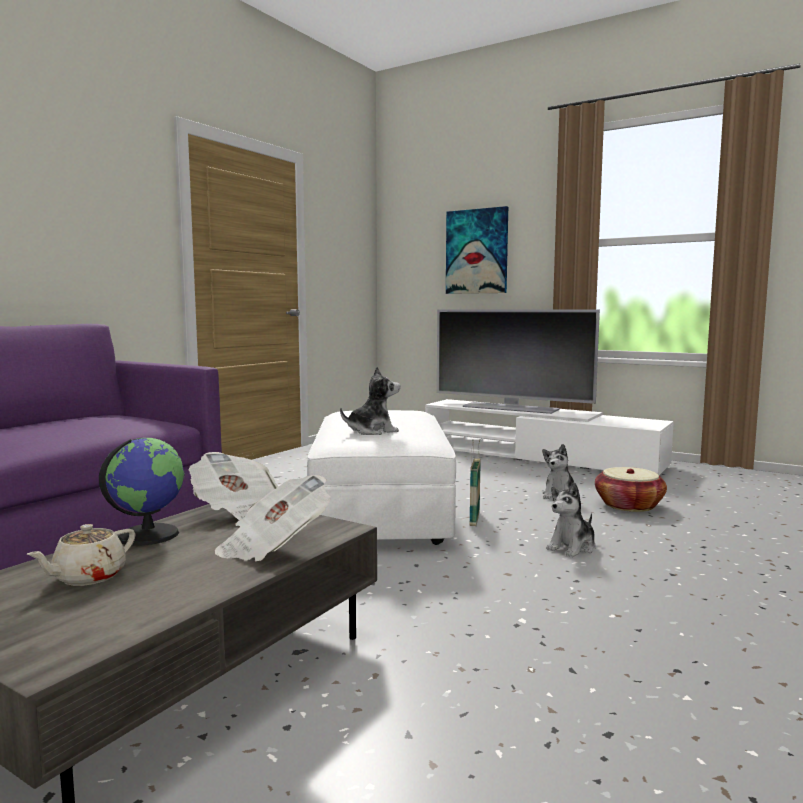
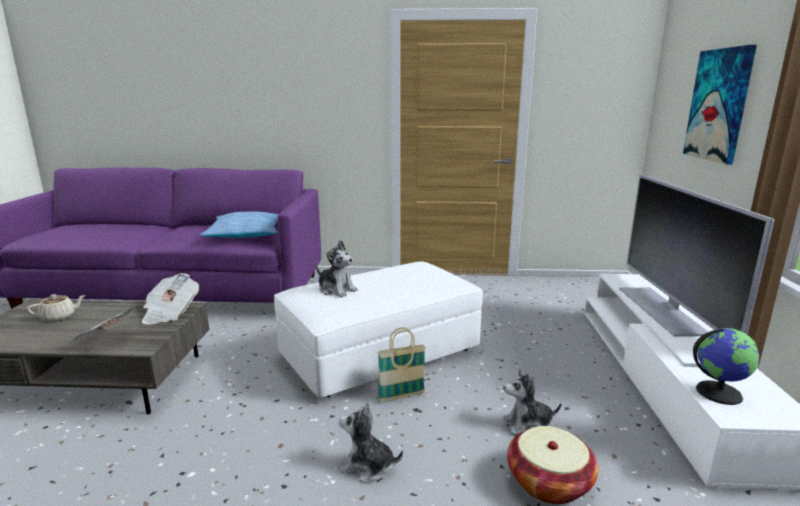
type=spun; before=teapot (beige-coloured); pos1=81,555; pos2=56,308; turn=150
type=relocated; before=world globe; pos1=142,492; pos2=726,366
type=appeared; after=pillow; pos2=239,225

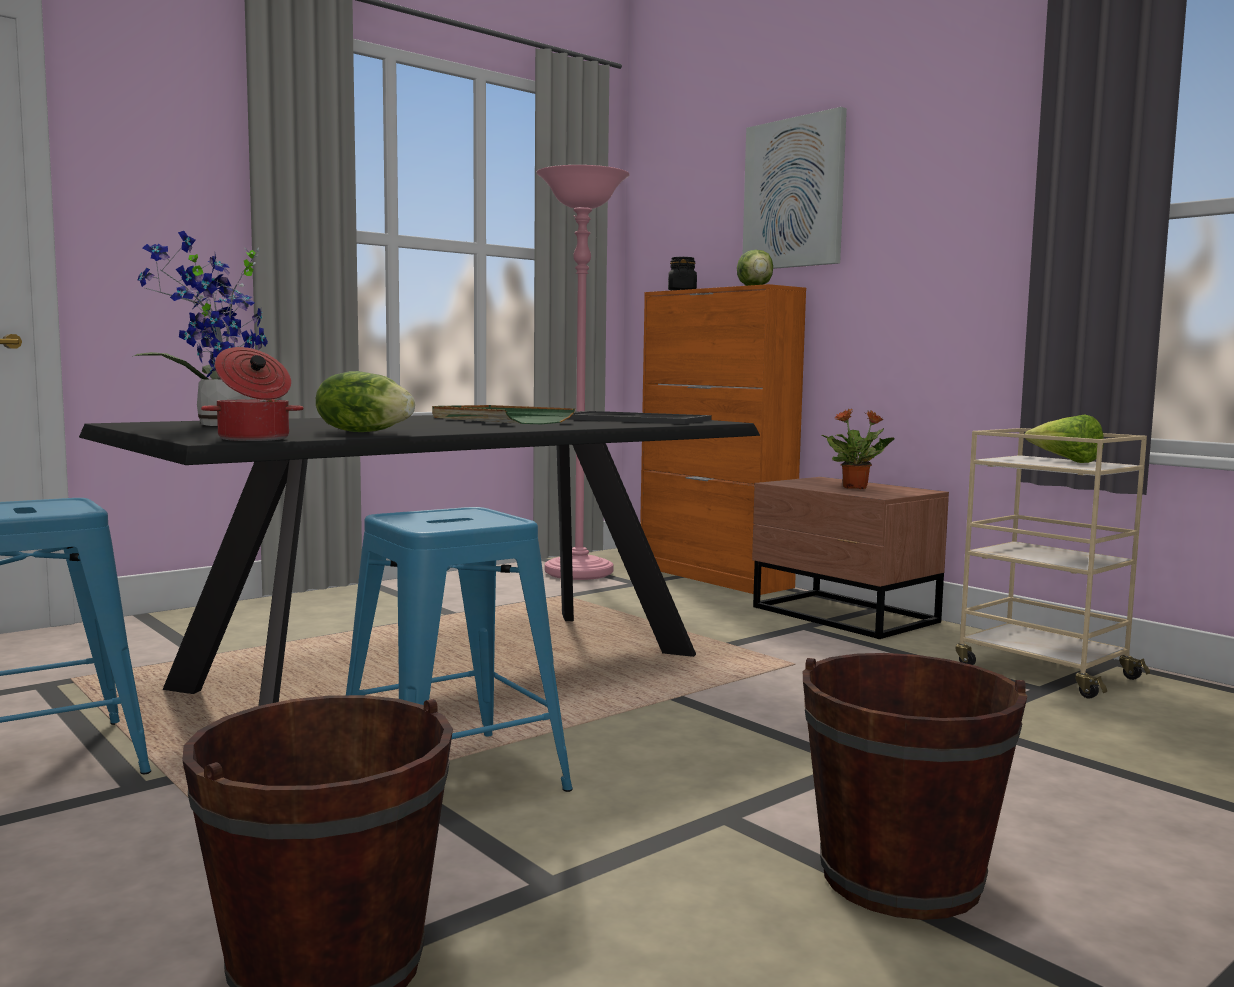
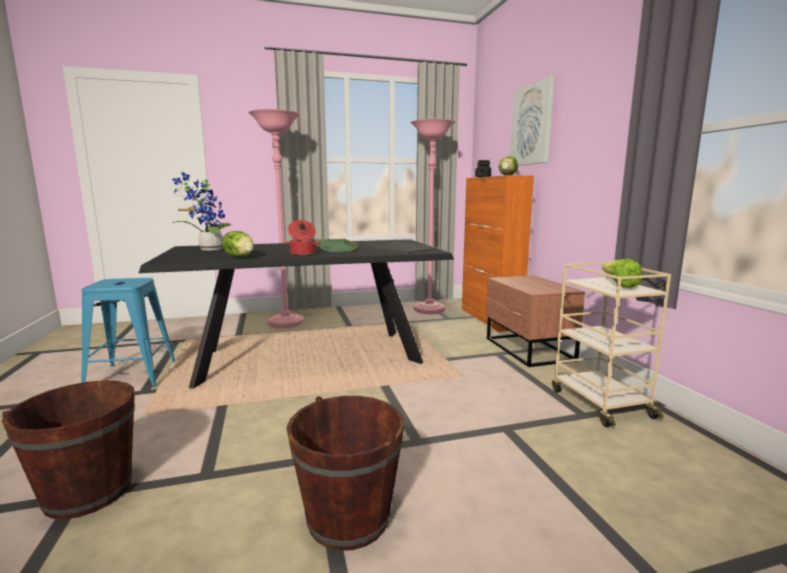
type=relocated; before=cooking pot; pos1=252,394; pos2=302,238
type=missing; before=sitting stool (blue-coloured); pos1=459,649
type=missing; before=houseplant; pos1=858,449
type=appeared; after=standard lamp (pink-coloured); pos2=276,218

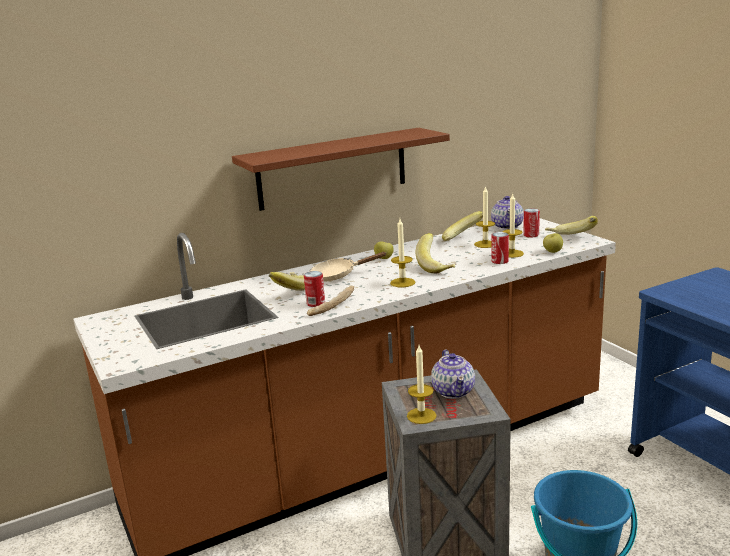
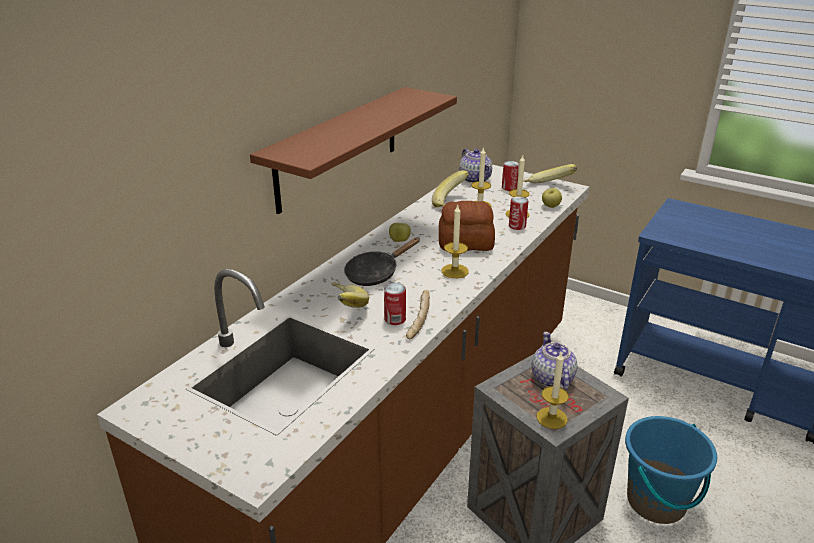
type=colour; before=pan (beige-coloured); after=pan (black); pos1=348,267; pos2=382,262
type=exchanged; before=whole banana; after=baked bread; pos1=435,253; pos2=466,226
type=spun; before=teapot; pos1=453,374; pos2=555,361; turn=-150

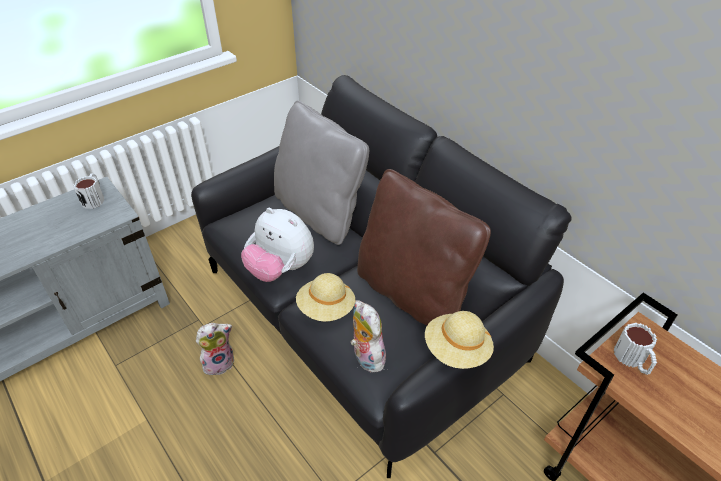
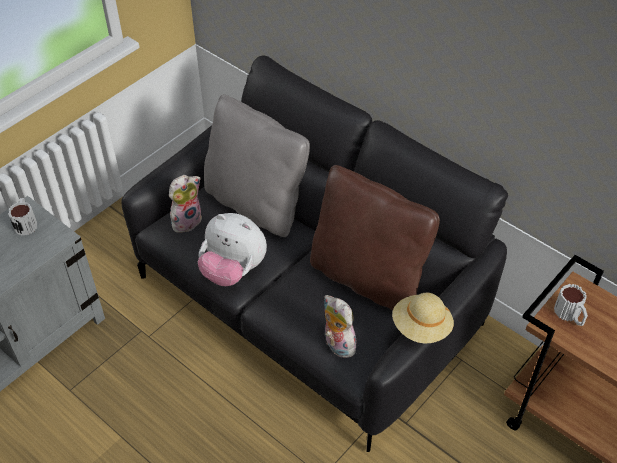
type=relocated; before=soft toy; pos1=215,350; pos2=185,204
type=missing; before=wearable hat (beige-coloured); pos1=326,297

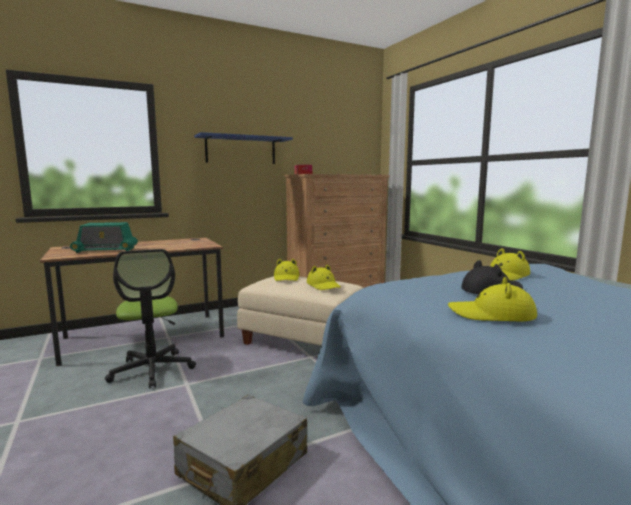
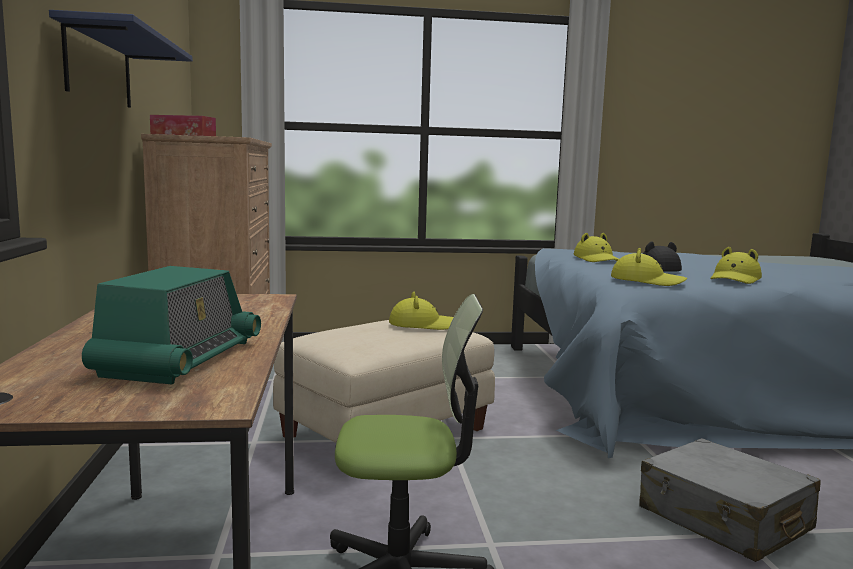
type=relocated; before=wearable hat (yellow); pos1=287,270; pos2=649,267

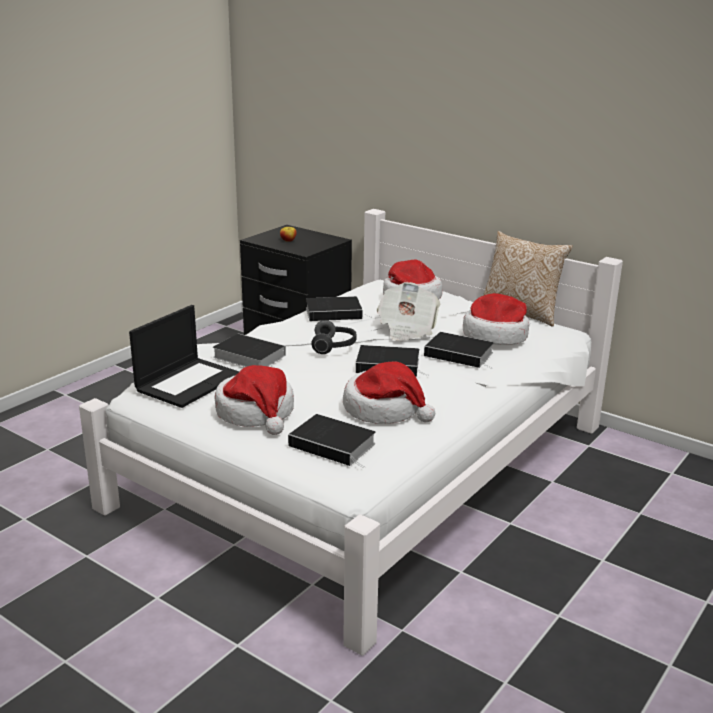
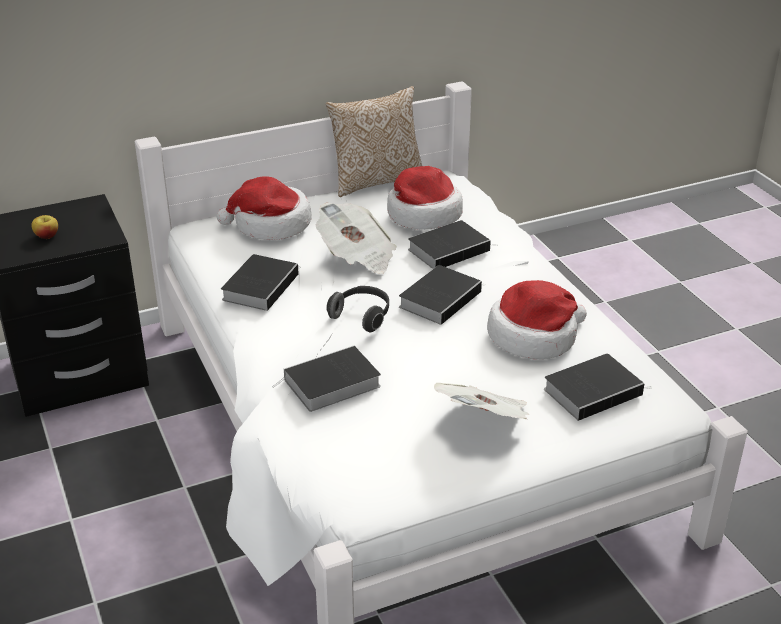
type=missing; before=notebook computer; pos1=184,356
type=exchanged; before=wearable hat; after=daily paper; pos1=254,400; pos2=481,401

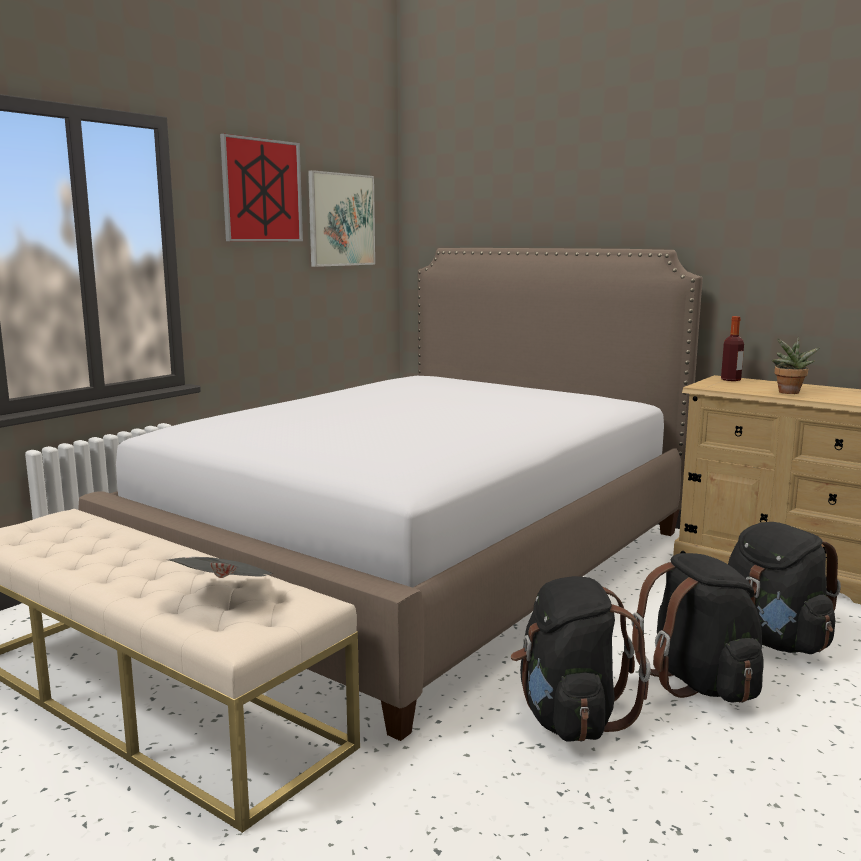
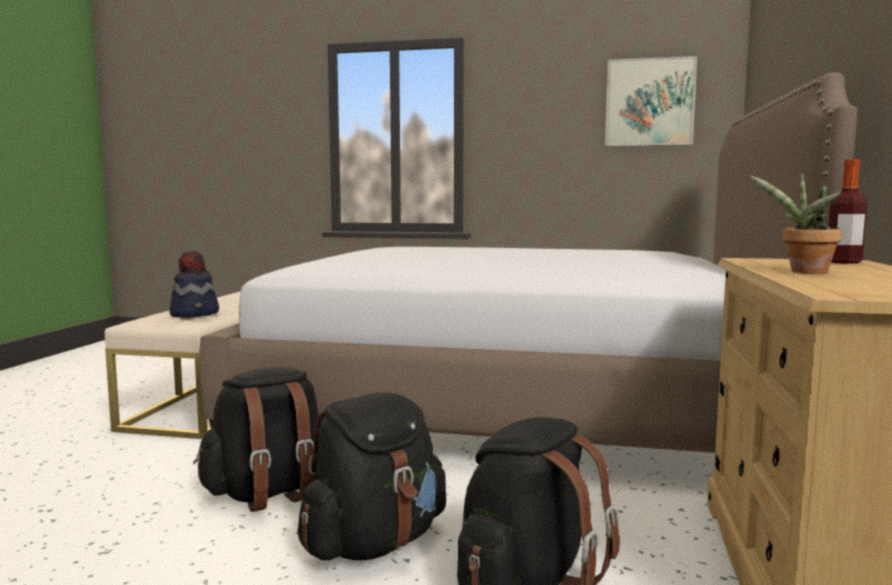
type=exchanged; before=daily paper; after=wearable hat; pos1=220,567; pos2=194,284
type=missing; before=wall art; pos1=261,187

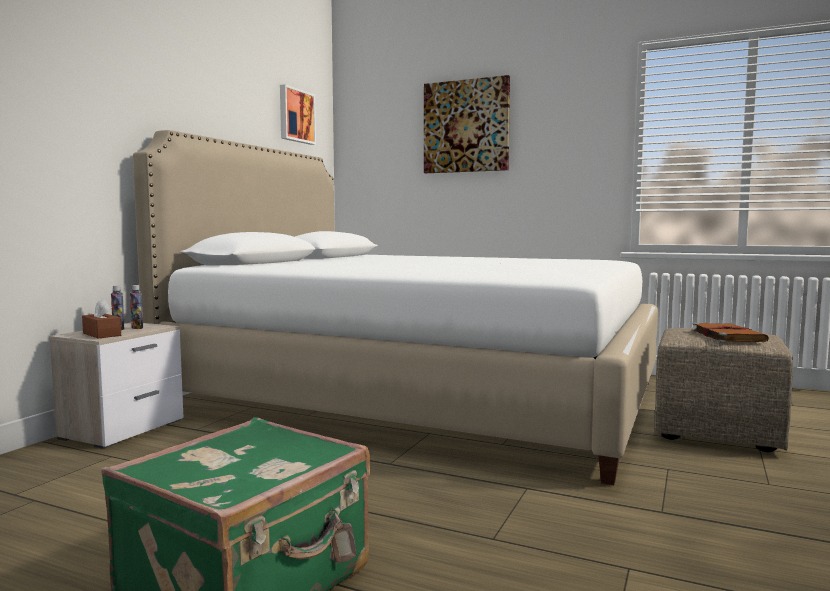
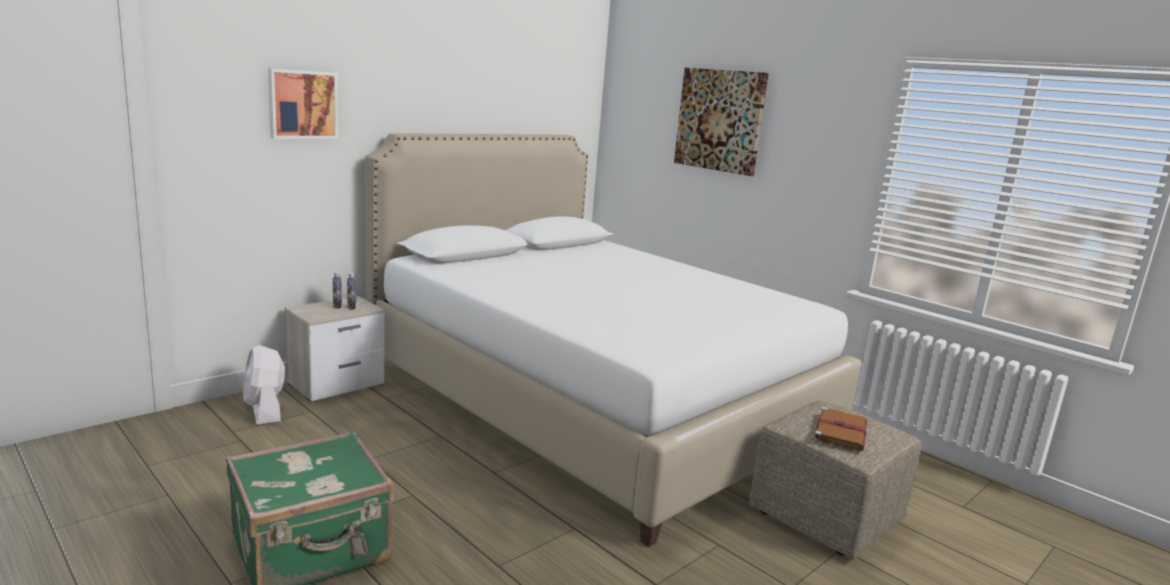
type=missing; before=box of tissues (brown); pos1=101,319
type=relocated; before=wall art; pos1=298,114; pos2=303,103
type=appeared; after=electric fan (whitish); pos2=264,385

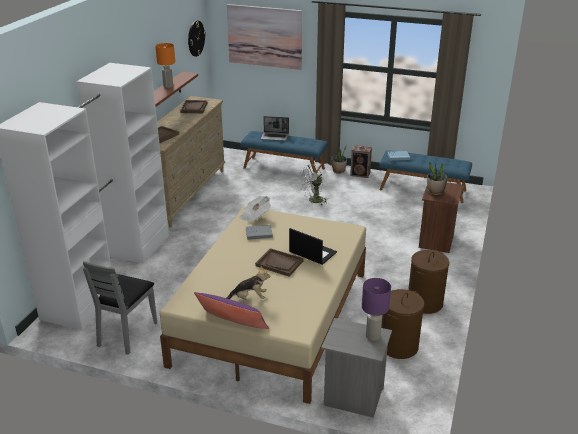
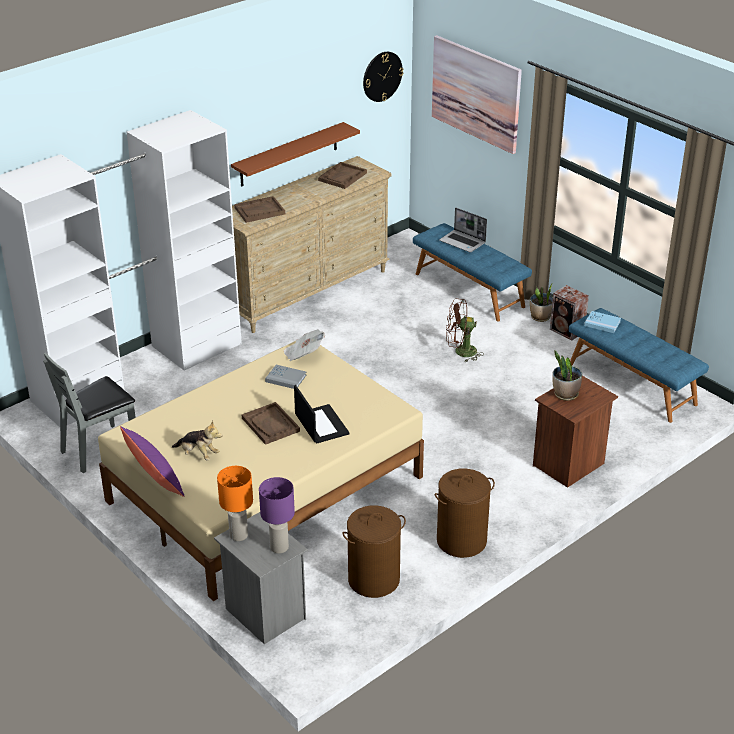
type=relocated; before=table lamp (orange); pos1=165,65; pos2=235,503
type=colour; before=electric fan (whitish); after=electric fan (brown); pos1=313,184; pos2=464,330

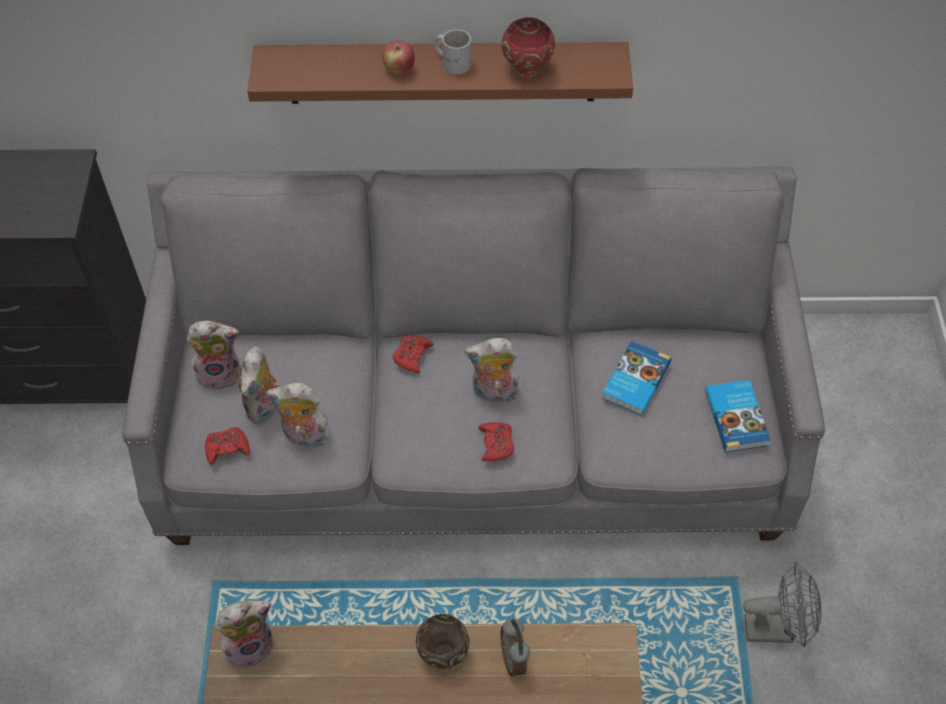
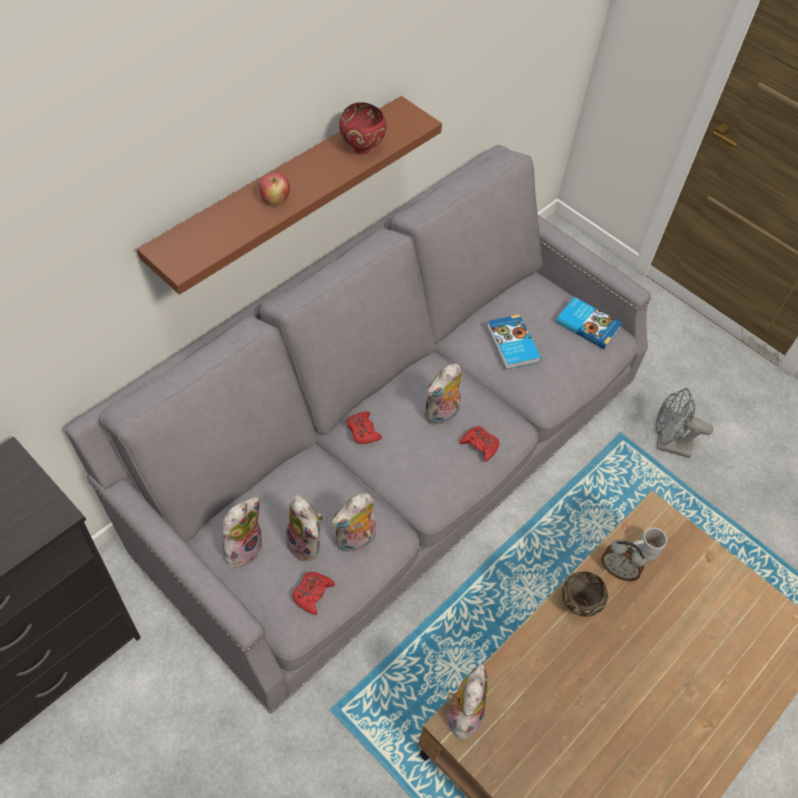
type=relocated; before=mug (whitish); pos1=453,51; pos2=648,544
type=spun; before=electric fan (grey); pos1=782,604; pos2=684,423; turn=-120

